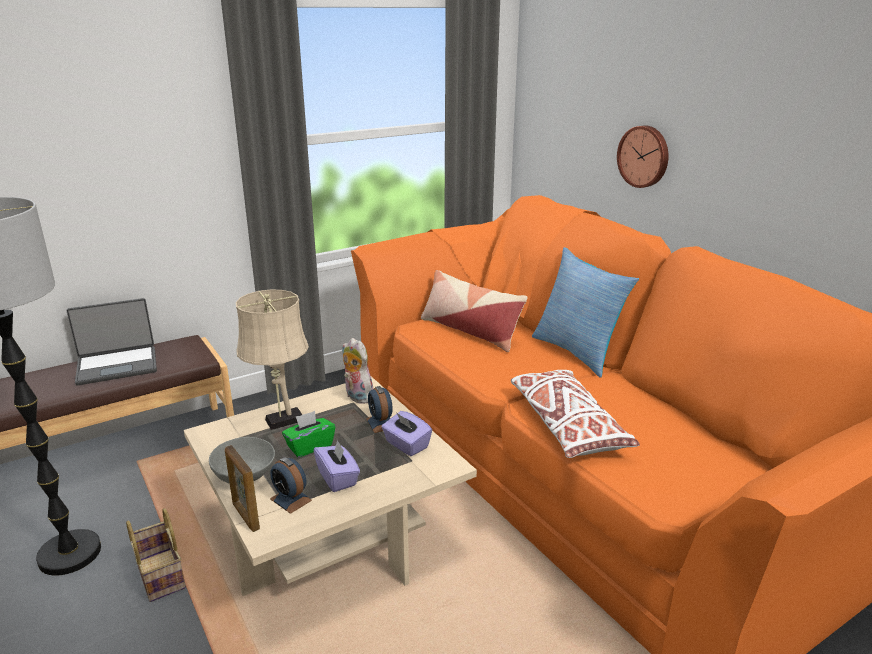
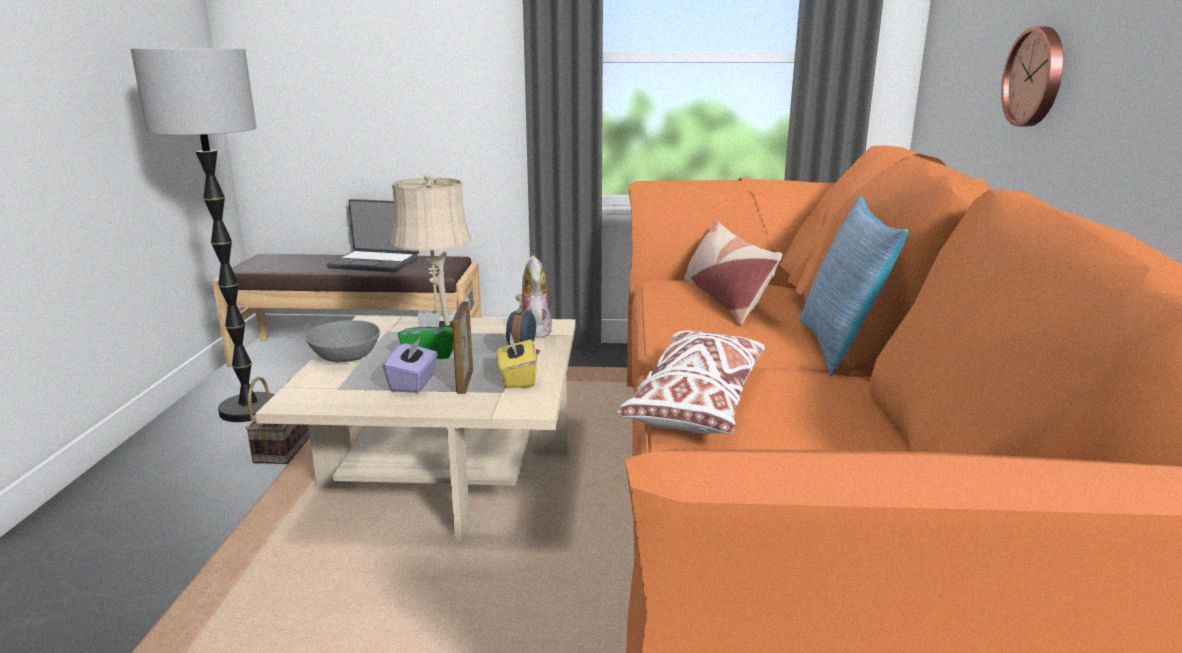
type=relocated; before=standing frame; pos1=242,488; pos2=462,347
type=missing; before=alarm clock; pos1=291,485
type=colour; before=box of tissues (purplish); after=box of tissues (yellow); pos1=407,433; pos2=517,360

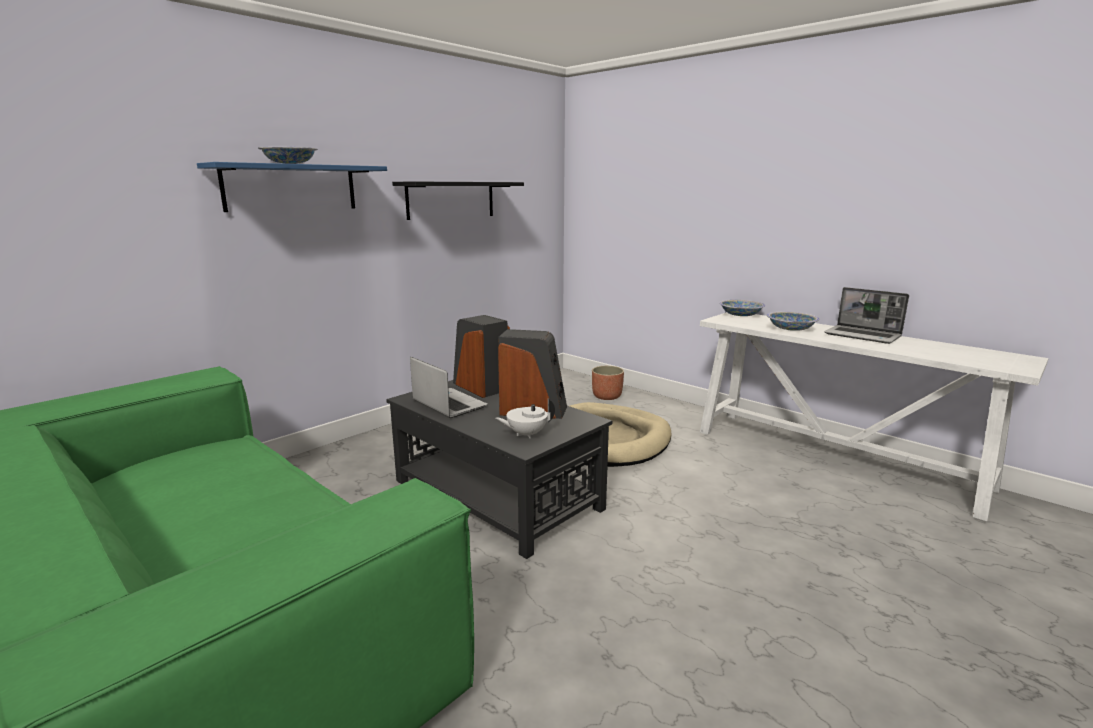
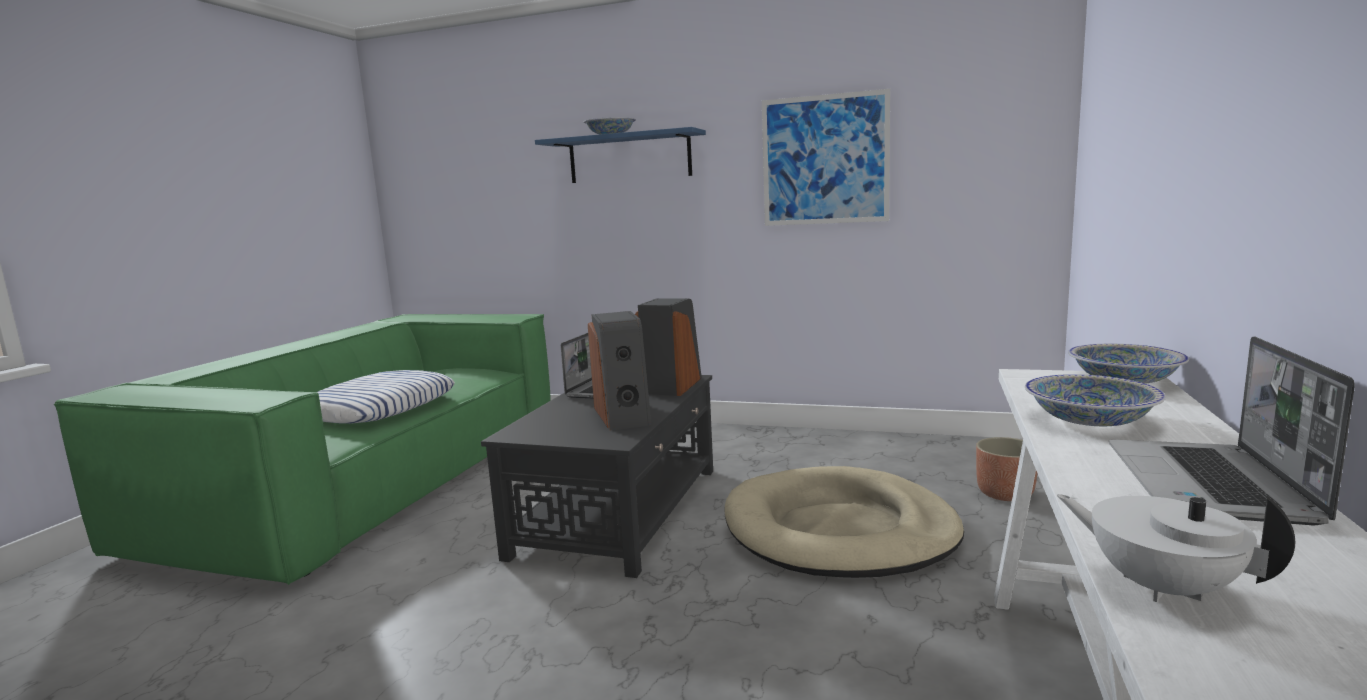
type=exchanged; before=shelf (black); after=wall art; pos1=458,201; pos2=826,157
type=relocated; before=teapot (whitish); pos1=525,418; pos2=1176,548
type=appeared; after=pillow; pos2=386,397

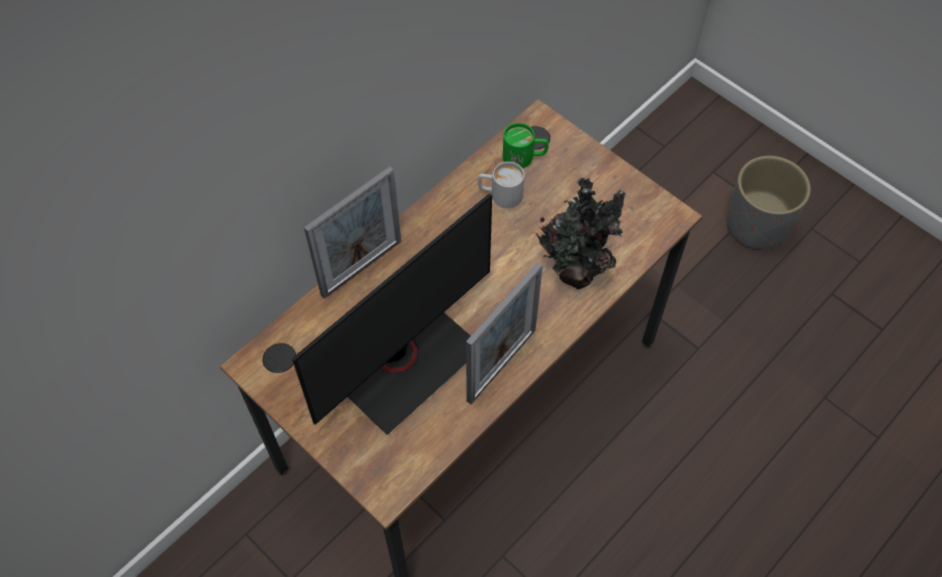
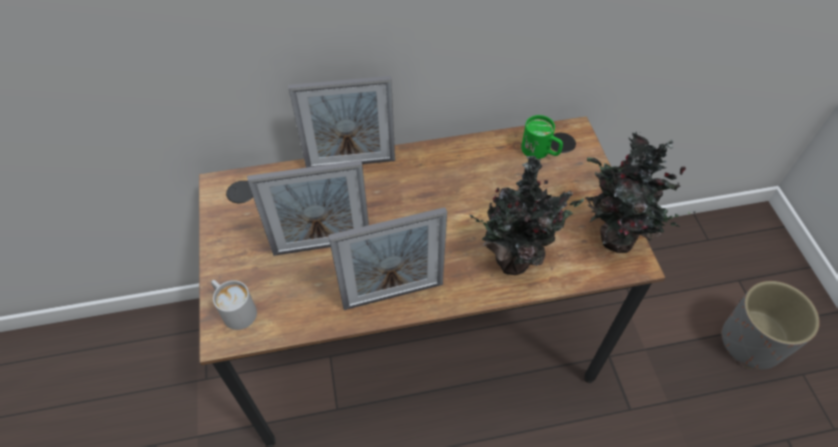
type=exchanged; before=monitor; after=standing frame; pos1=392,314; pos2=308,208
type=relocated; before=mug (whitish); pos1=501,185; pos2=234,305
type=appeared; after=houseplant; pos2=640,192

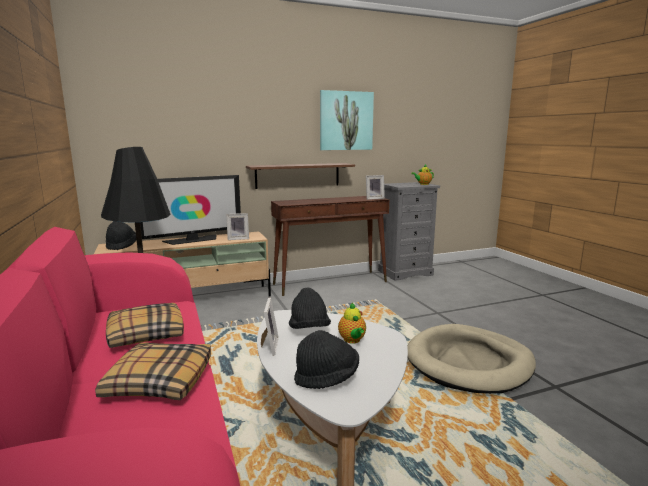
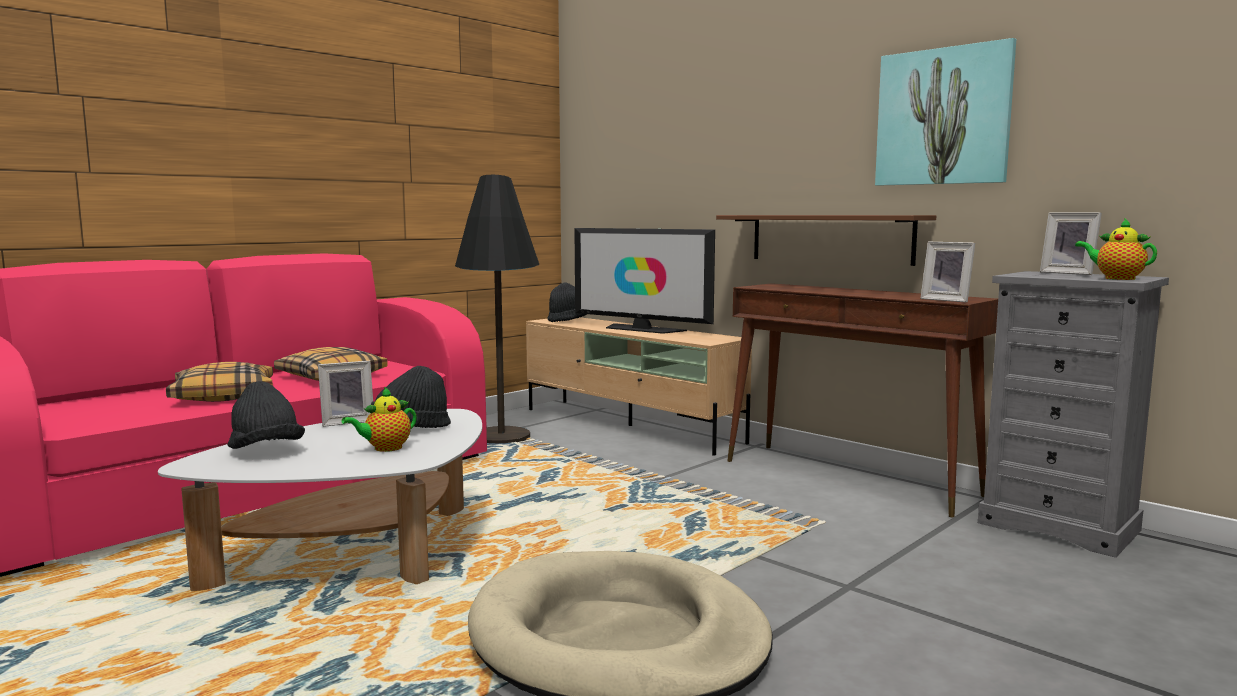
type=relocated; before=standing frame; pos1=237,226; pos2=1071,243

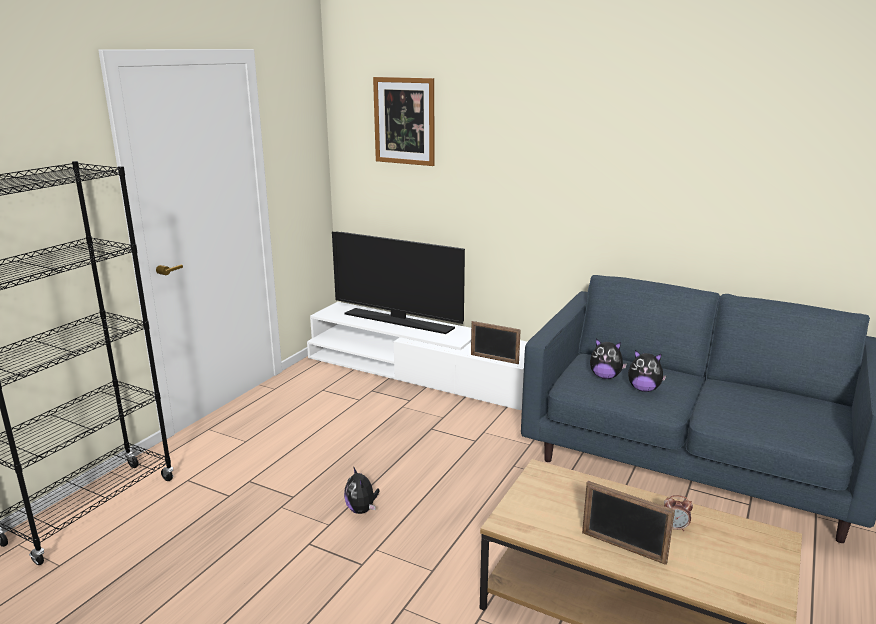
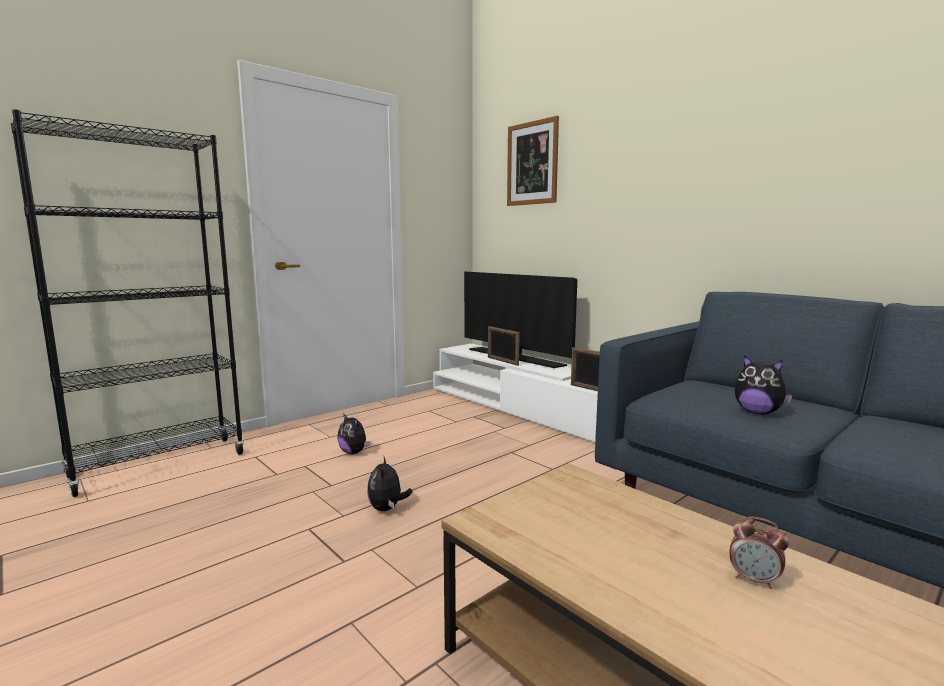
type=relocated; before=standing frame; pos1=628,523; pos2=504,346
type=relocated; before=soft toy; pos1=608,359; pos2=354,434

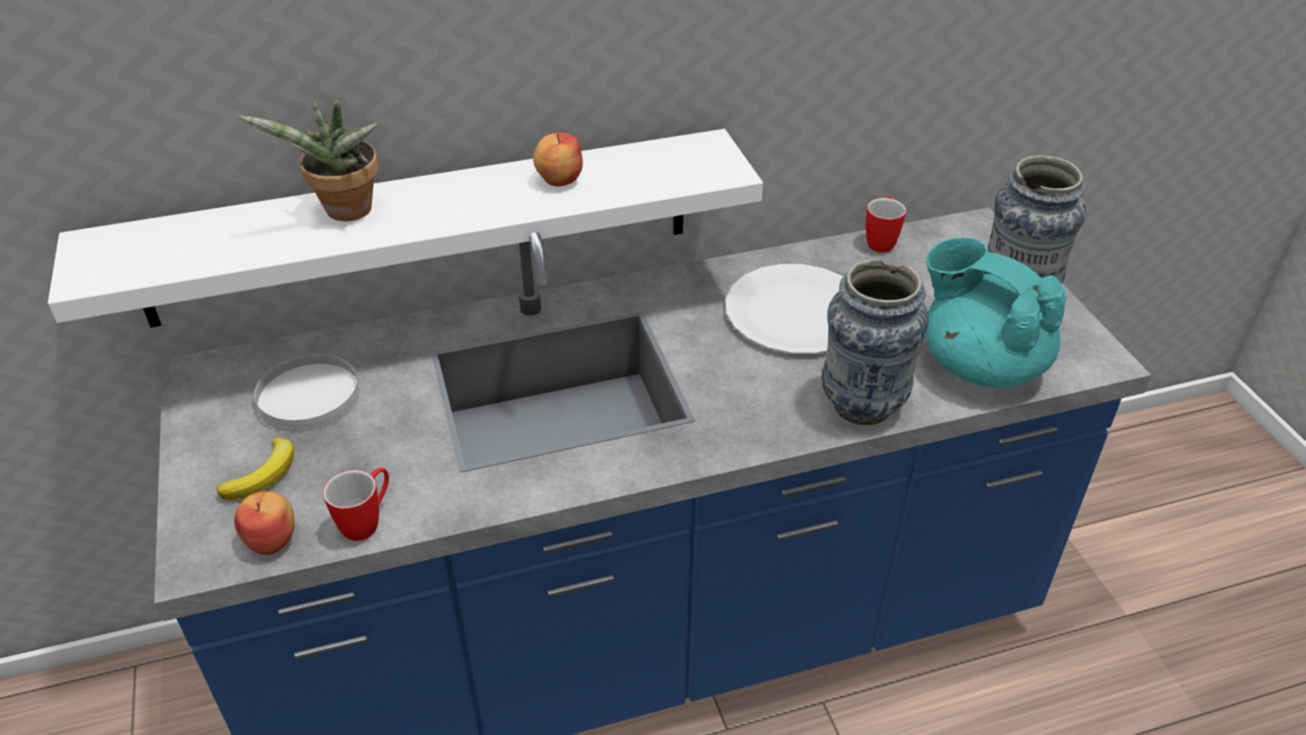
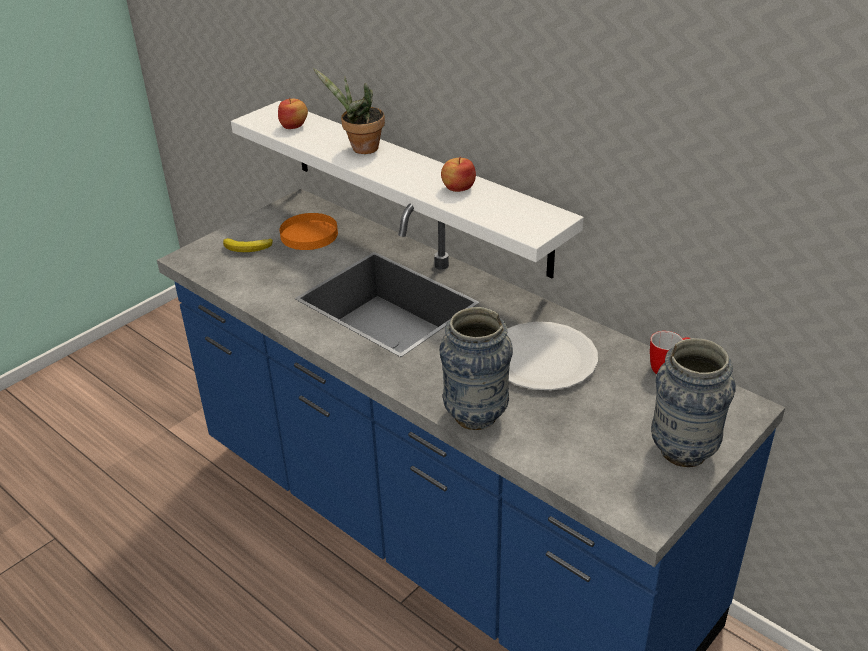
type=relocated; before=whole apple; pos1=264,523; pos2=293,113
type=colour; before=flat dish (whitish); after=flat dish (orange); pos1=307,392; pos2=309,231
type=missing; before=mug; pos1=356,504
type=missing; before=teapot (turquoise); pos1=995,313

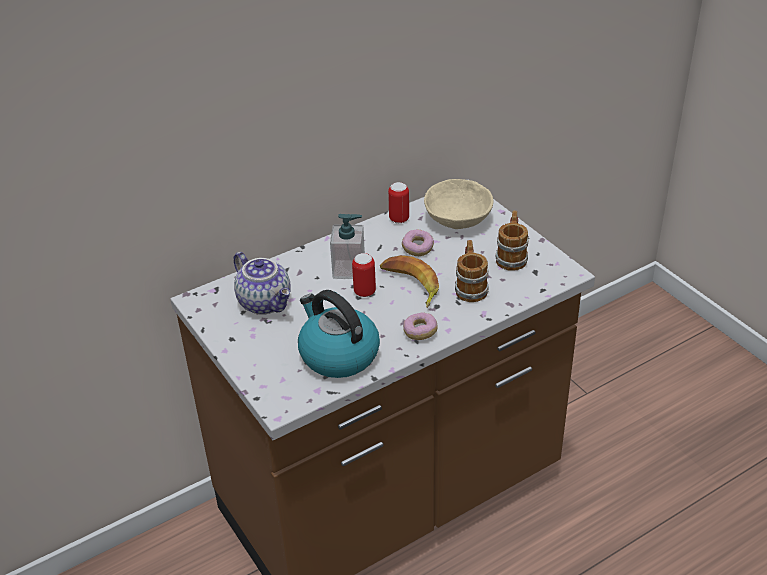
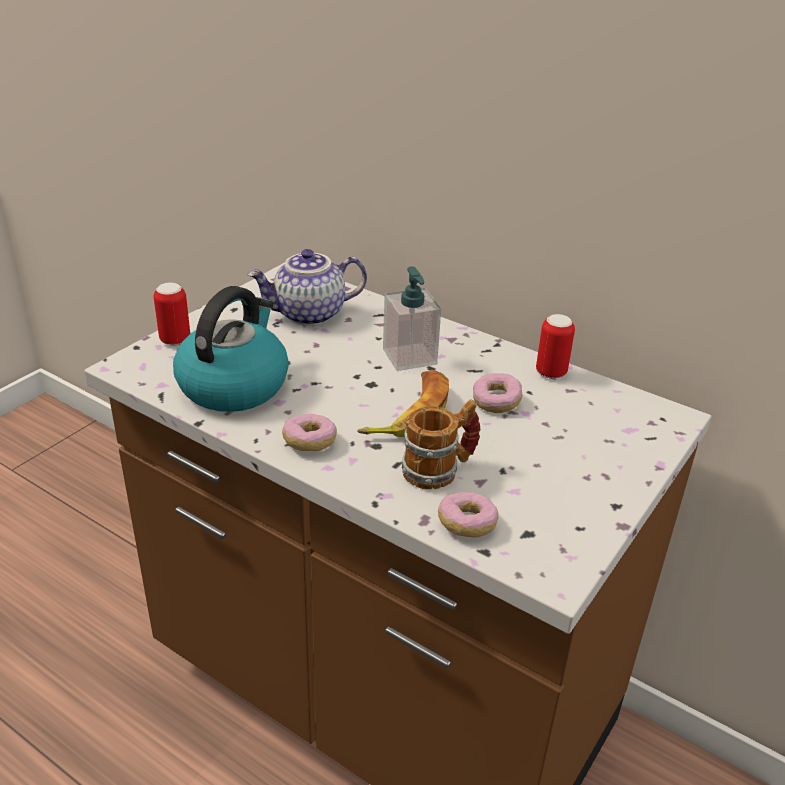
type=spun; before=teapot; pos1=262,283; pos2=307,287; turn=45
type=relocated; before=metal can; pos1=364,275; pos2=172,314
type=missing; before=deep dish (beige-coloured); pos1=458,204
type=missing; before=mug; pos1=512,241
type=appeared; after=ring doughnut; pos2=468,514

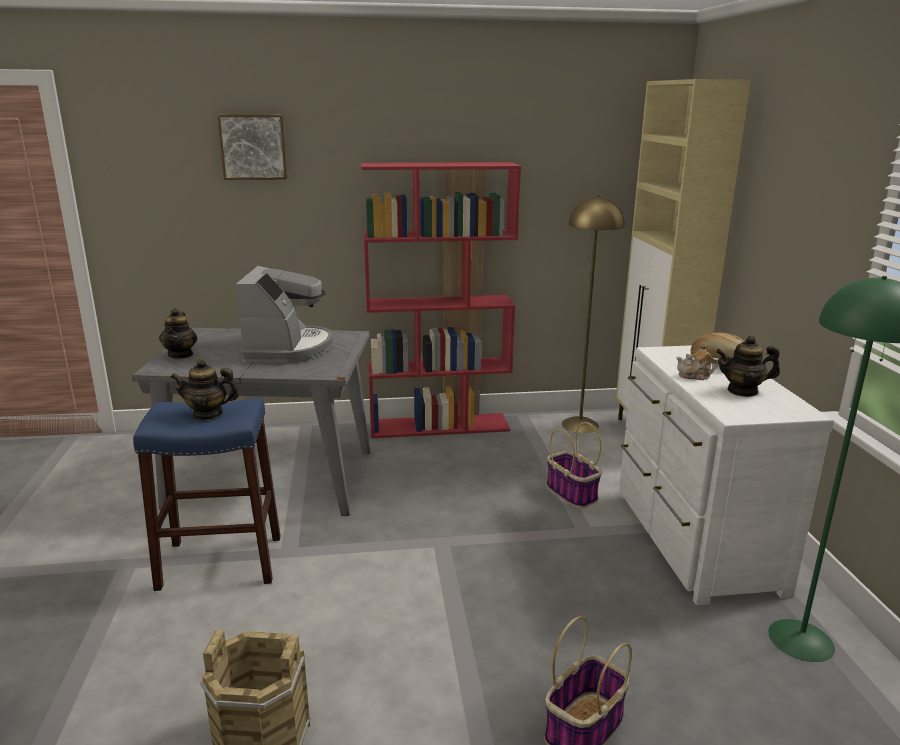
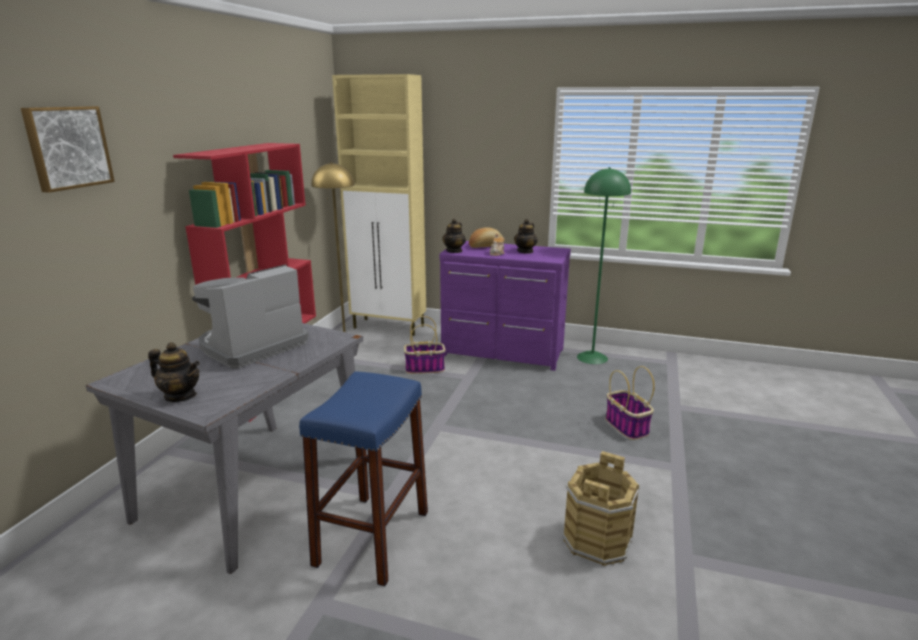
type=relocated; before=teapot; pos1=205,389; pos2=454,236
type=spun; before=coffee maker; pos1=284,314; pos2=250,316; turn=-75
type=colour; before=drawer chest (whitish); after=drawer chest (purplish); pos1=726,475; pos2=505,306

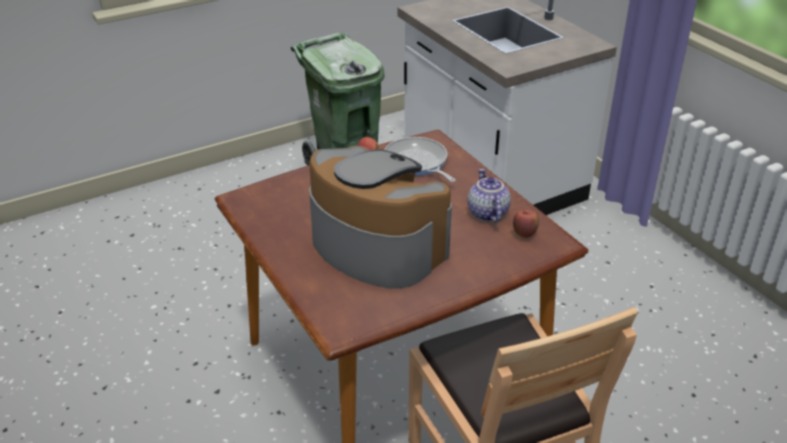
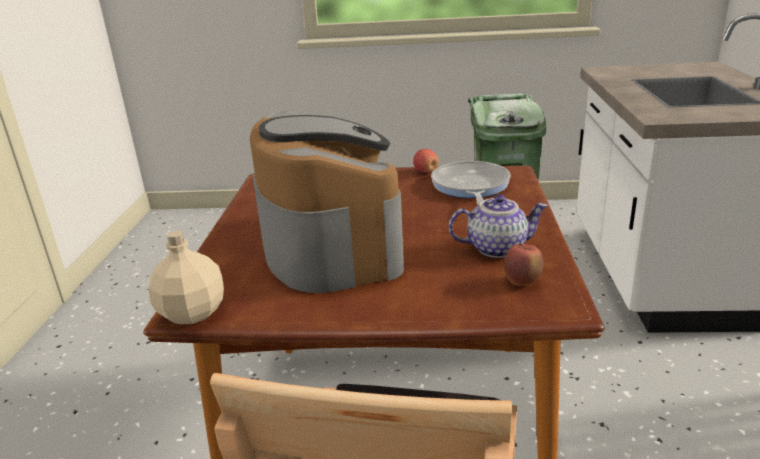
type=spun; before=teapot; pos1=489,195; pos2=498,226; turn=60
type=appeared; after=beverage bottle (beige-coloured); pos2=186,277

